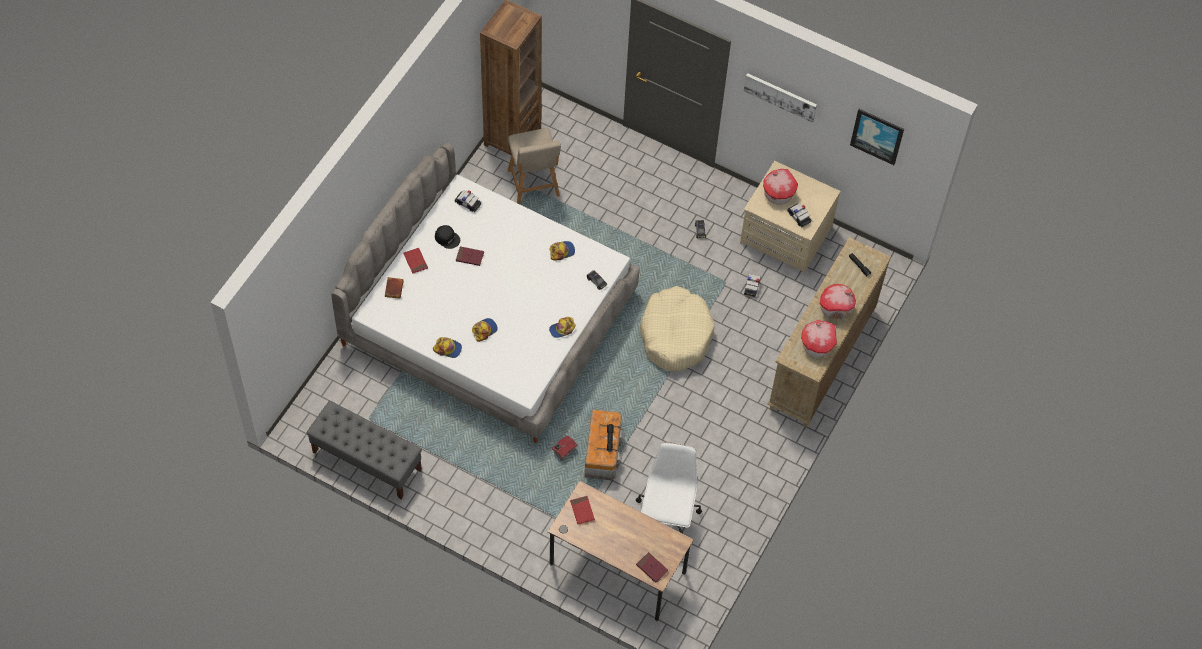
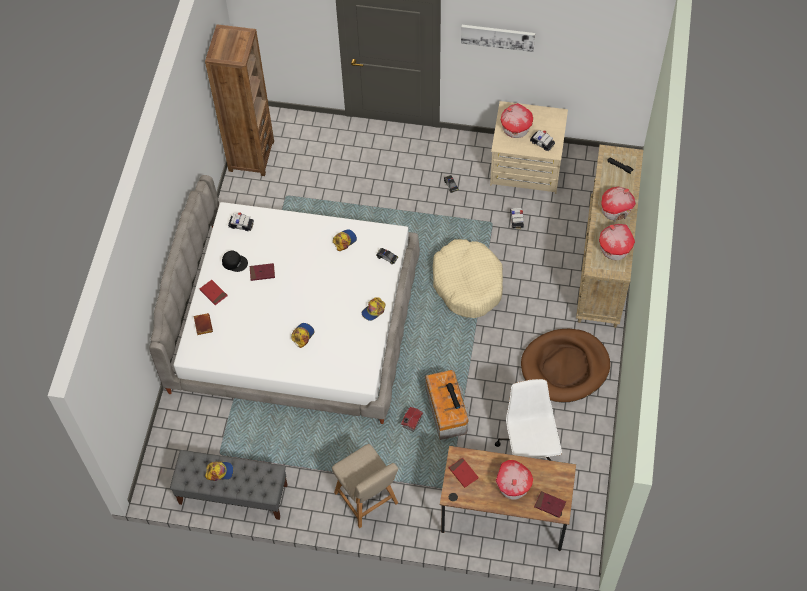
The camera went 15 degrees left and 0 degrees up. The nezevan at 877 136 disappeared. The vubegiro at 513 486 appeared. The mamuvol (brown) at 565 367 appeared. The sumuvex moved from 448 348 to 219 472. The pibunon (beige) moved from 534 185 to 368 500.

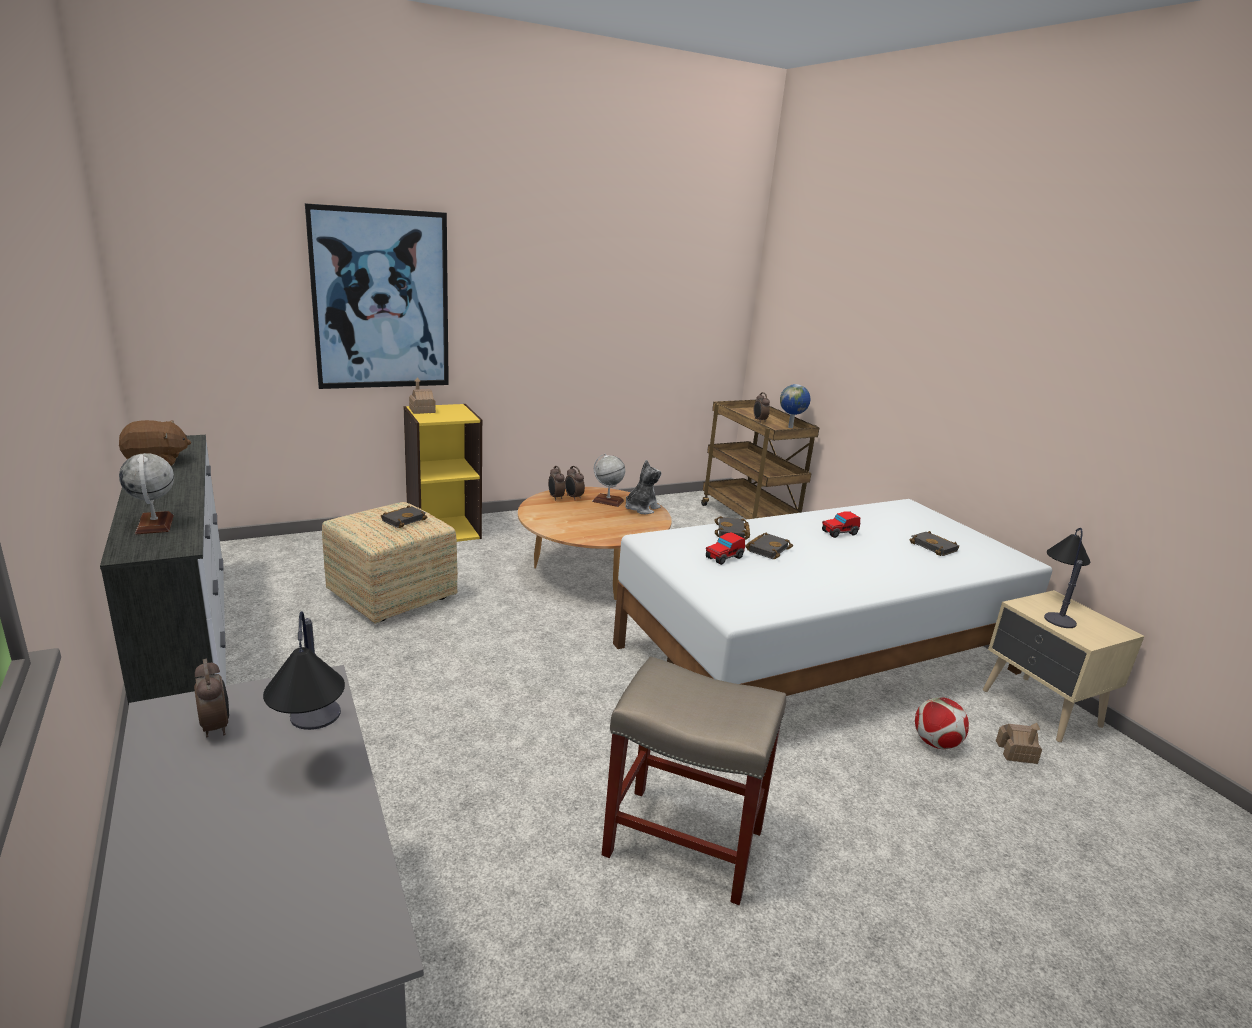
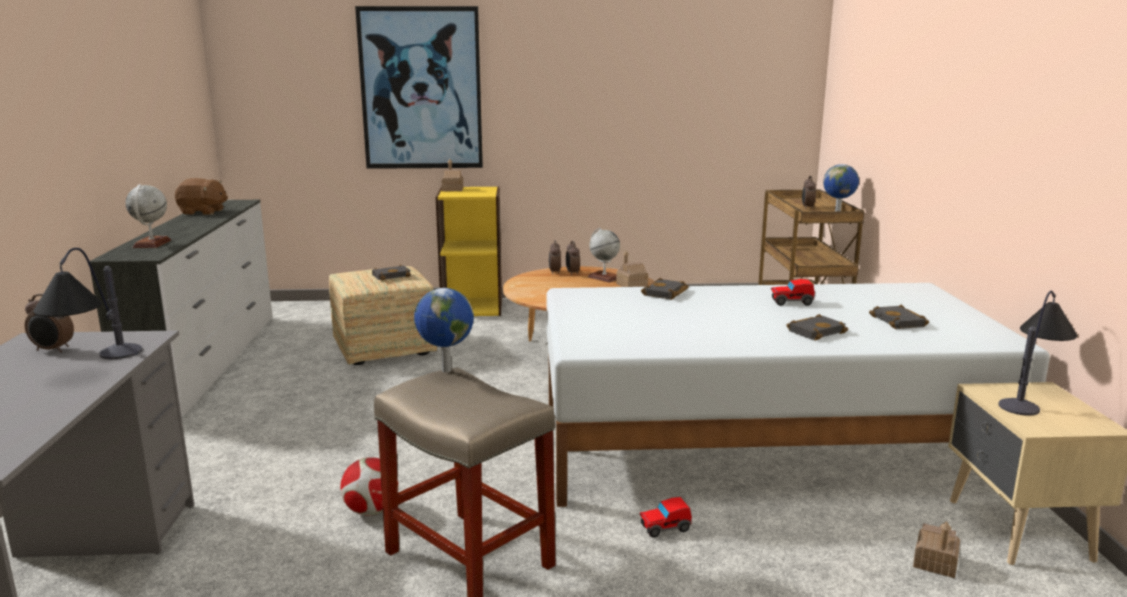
The camera went 25 degrees right and 5 degrees down. The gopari at 445 370 appeared. The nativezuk moved from 723 558 to 664 528. The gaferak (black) moved from 767 549 to 815 331. The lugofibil moved from 936 743 to 371 511. The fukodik at 641 508 was replaced by the vubegiro at 631 285. The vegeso at 216 727 turned 105 degrees clockwise.

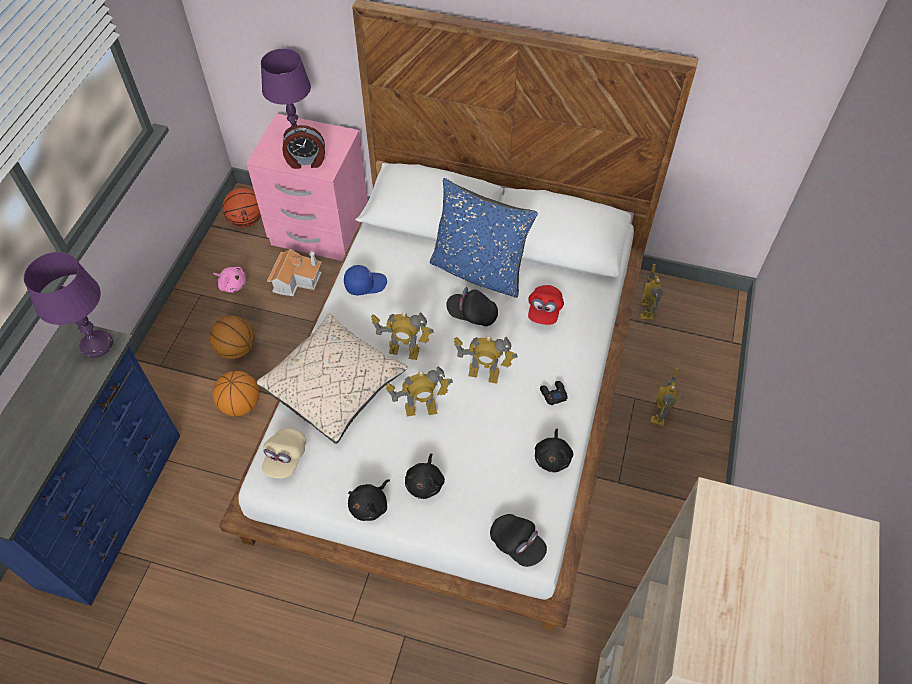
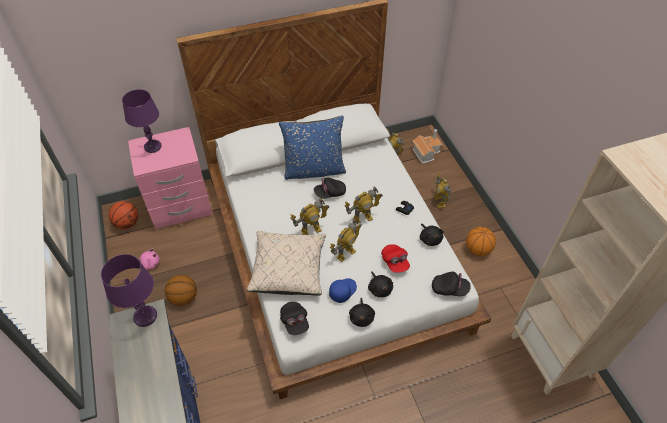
The camera went 35 degrees left and 5 degrees down. The vegeso at 306 161 disappeared. The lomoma moved from 240 404 to 477 249. The vubegiro moved from 297 279 to 426 152. The sumuvex (blue) moved from 365 284 to 342 291. The sumuvex (red) moved from 544 311 to 395 262. The sumuvex (beige) at 285 458 became the sumuvex (black) at 295 322.

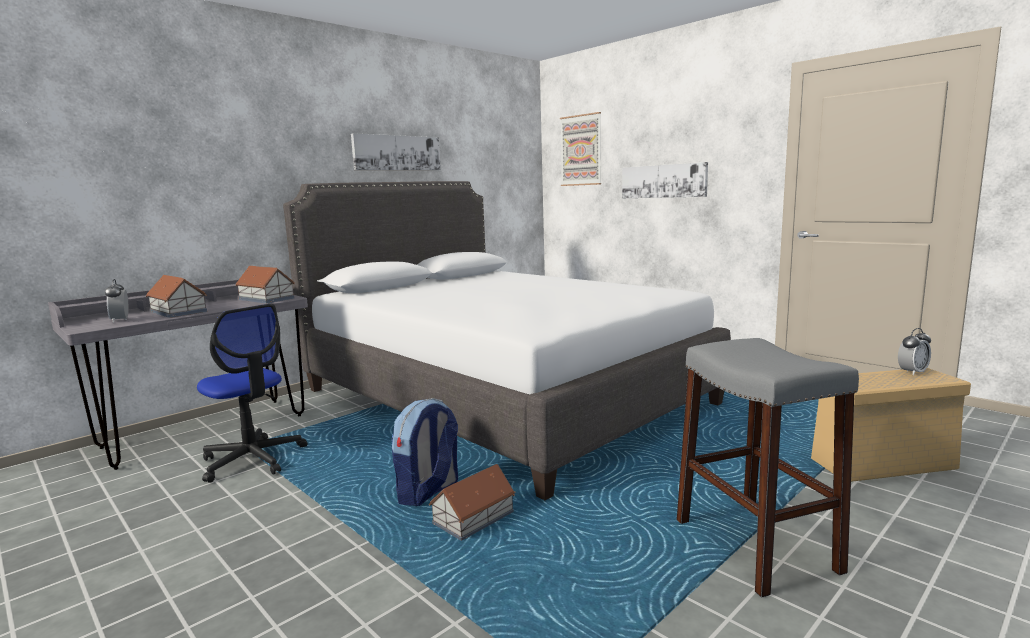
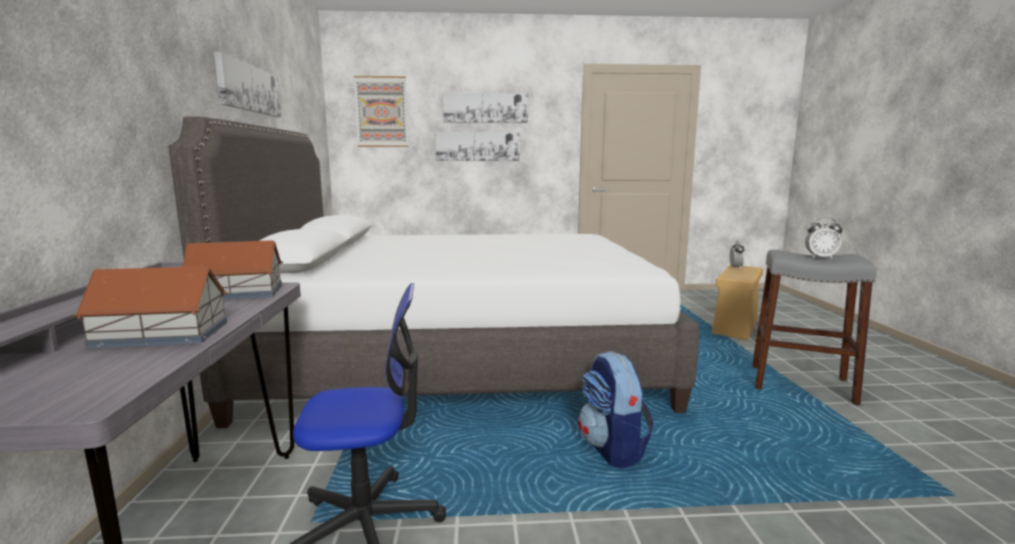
The camera went 50 degrees left and 0 degrees up. The vubegiro at 472 519 disappeared. The nezevan at 485 108 appeared. The vegeso moved from 120 320 to 820 257.

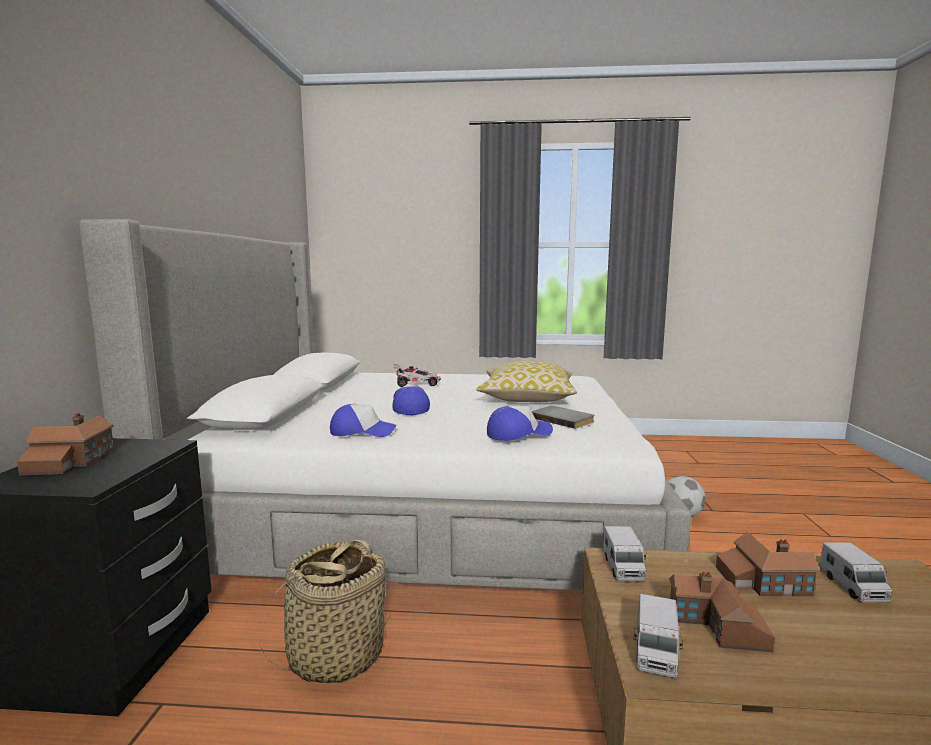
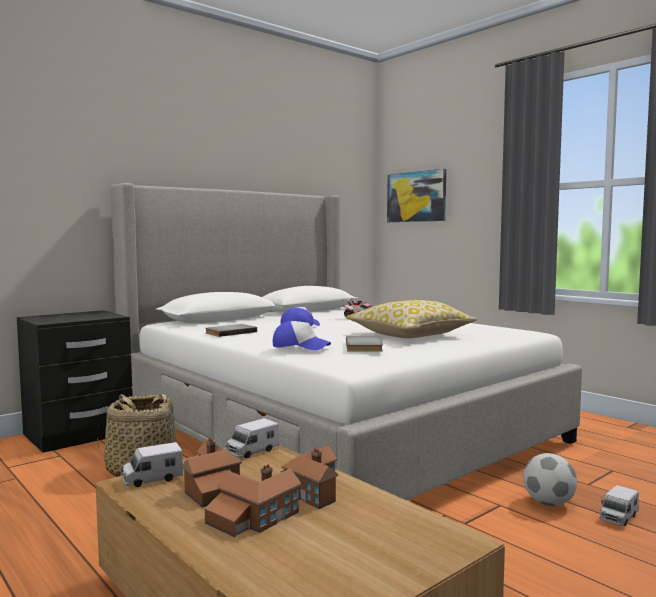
The camera went 45 degrees right and 5 degrees down. The nezevan at 416 197 appeared. The vubegiro moved from 70 461 to 253 518. The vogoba moved from 853 587 to 618 517. The sumuvex at 362 432 was replaced by the gaferak (grey) at 230 332.

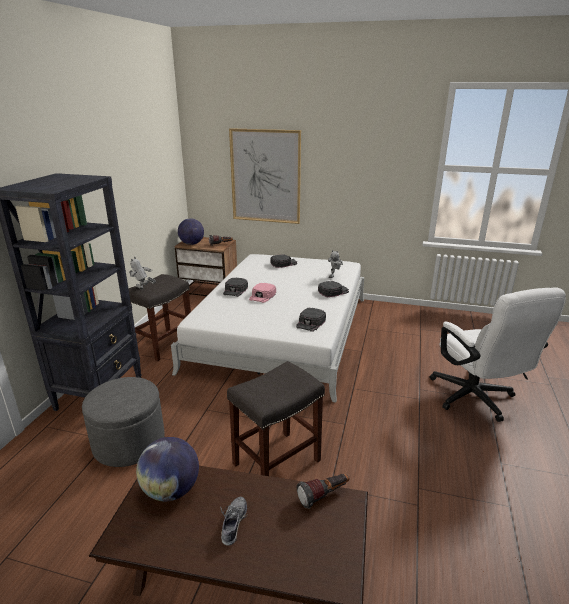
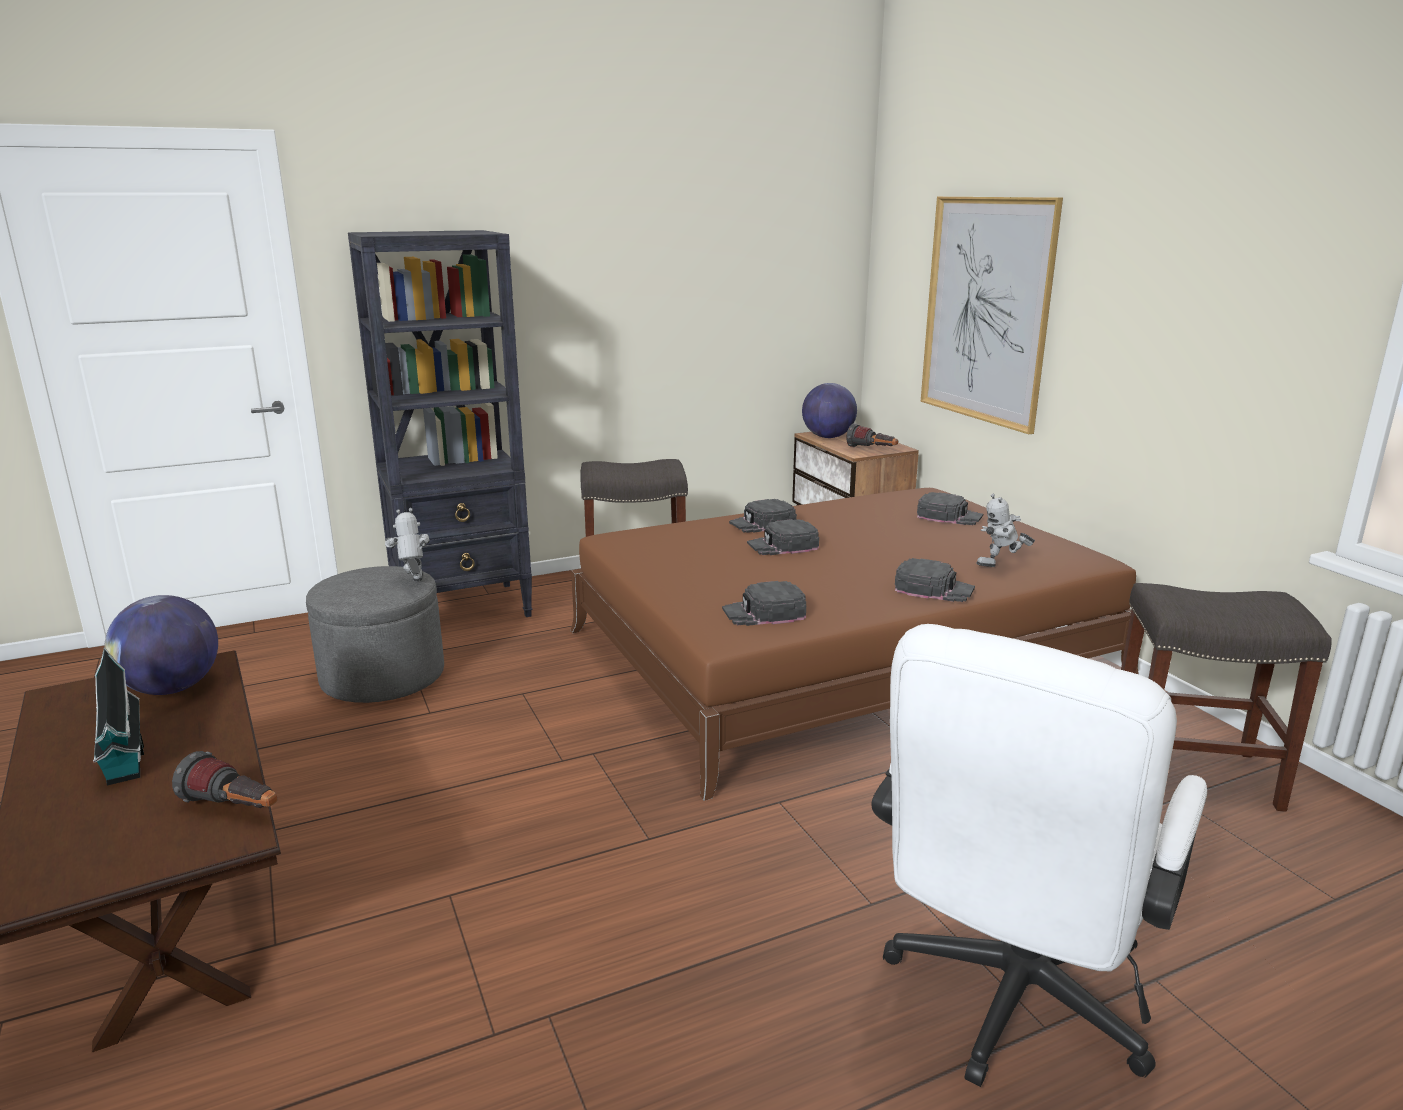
The camera went 50 degrees right and 5 degrees down. The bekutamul moved from 143 290 to 414 584. The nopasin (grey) moved from 277 461 to 1194 773. The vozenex at 233 523 was replaced by the vubegiro at 124 757. The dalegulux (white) at 281 332 became the dalegulux (brown) at 839 655. The sumuvex (pink) at 262 296 became the sumuvex (black) at 783 545.

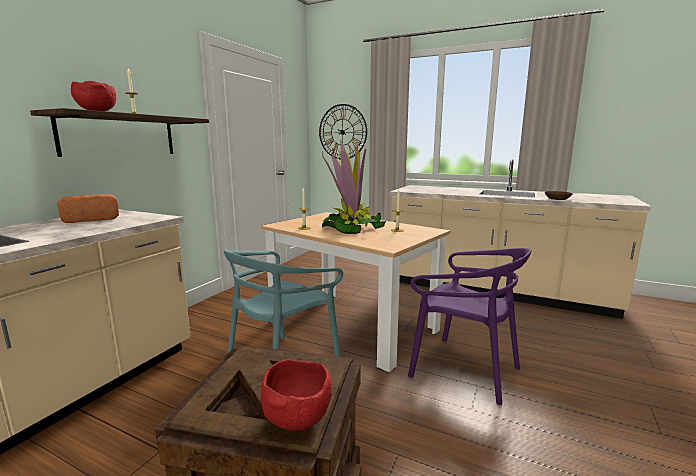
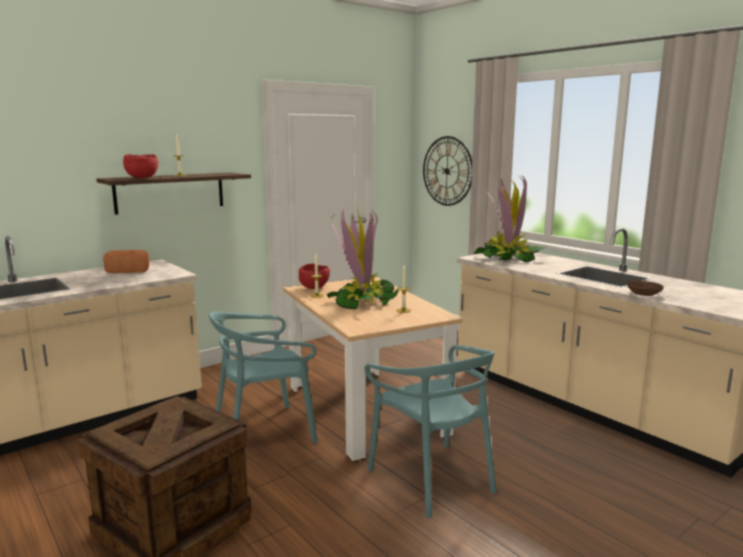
The camera went 25 degrees right and 0 degrees up. The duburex at 507 257 appeared. The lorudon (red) moved from 297 418 to 314 288. The pibunon (purple) at 464 369 became the pibunon (turquoise) at 432 478.

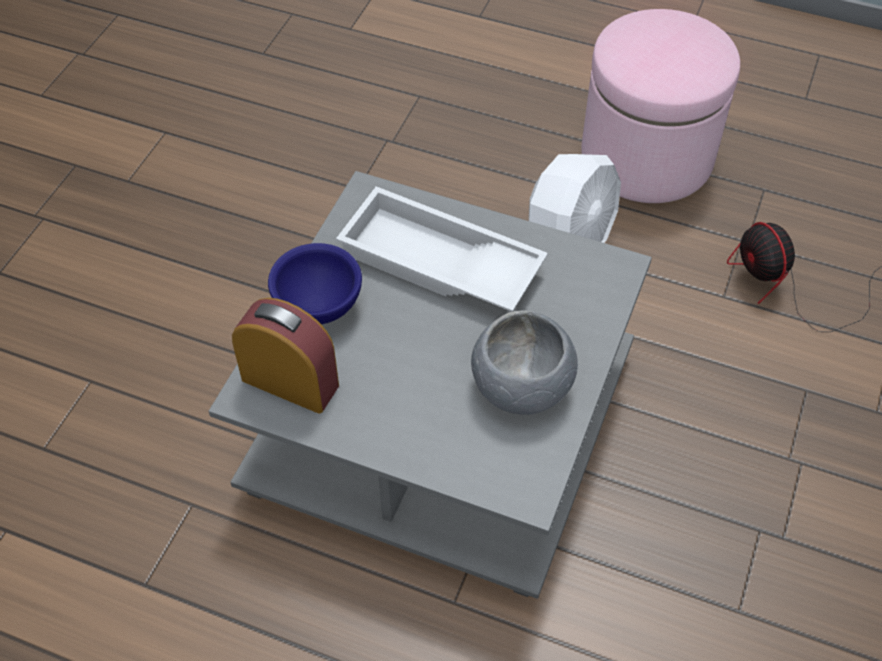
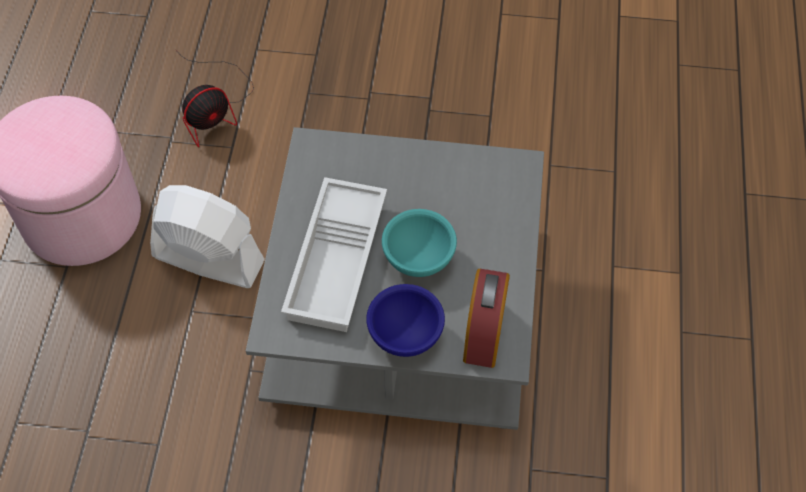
The camera went 105 degrees left and 5 degrees up. The lorudon (grey) at 522 386 disappeared. The lorudon (turquoise) at 419 258 appeared.

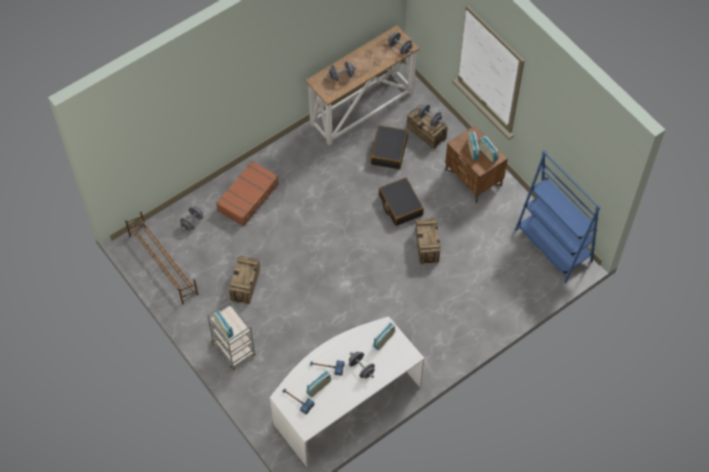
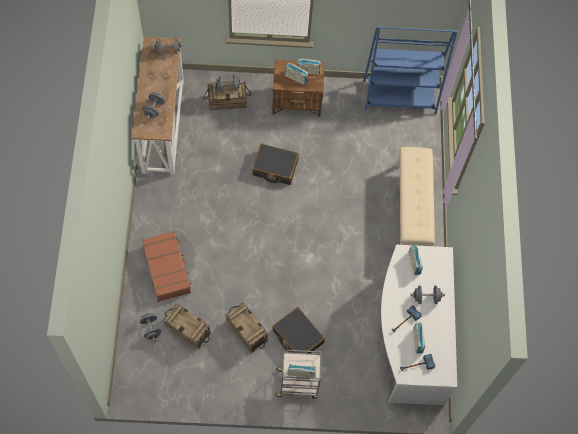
The camera went 55 degrees left and 5 degrees up. The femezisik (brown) at 163 264 disappeared. The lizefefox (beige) at 412 210 appeared. The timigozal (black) moved from 388 151 to 297 337. The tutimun moved from 427 246 to 188 330.

